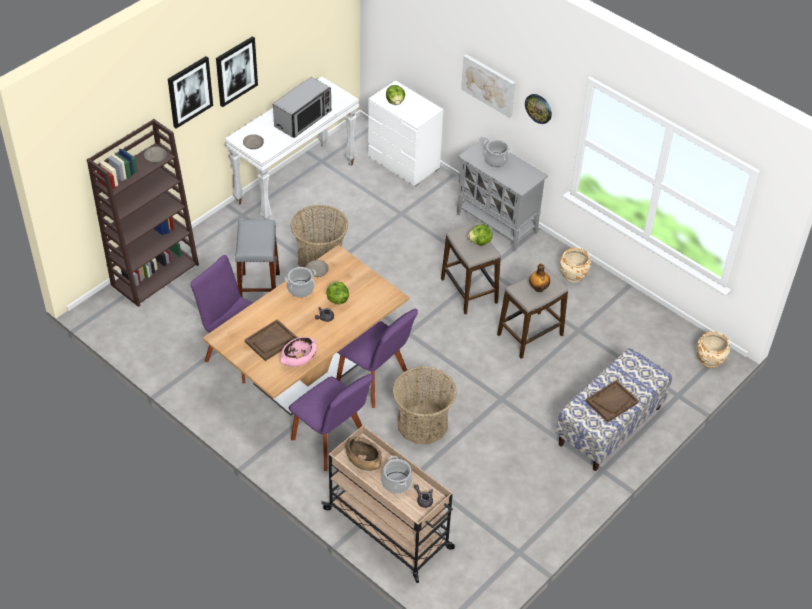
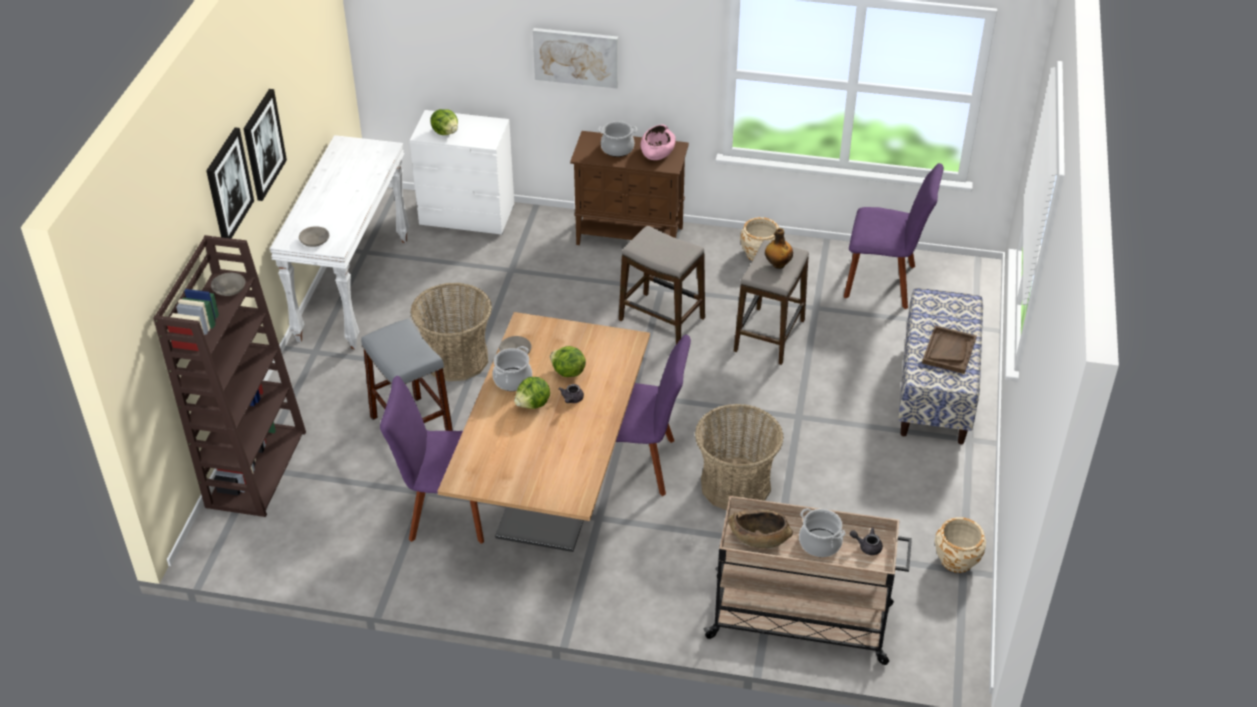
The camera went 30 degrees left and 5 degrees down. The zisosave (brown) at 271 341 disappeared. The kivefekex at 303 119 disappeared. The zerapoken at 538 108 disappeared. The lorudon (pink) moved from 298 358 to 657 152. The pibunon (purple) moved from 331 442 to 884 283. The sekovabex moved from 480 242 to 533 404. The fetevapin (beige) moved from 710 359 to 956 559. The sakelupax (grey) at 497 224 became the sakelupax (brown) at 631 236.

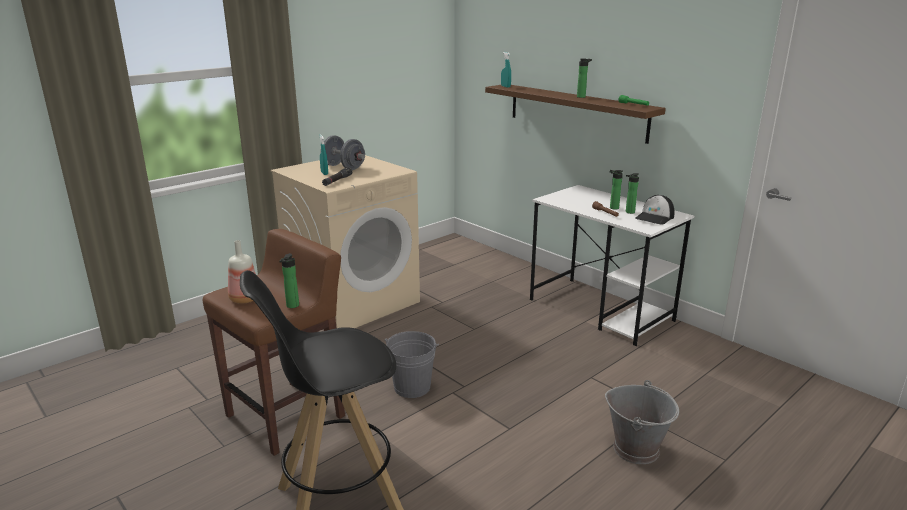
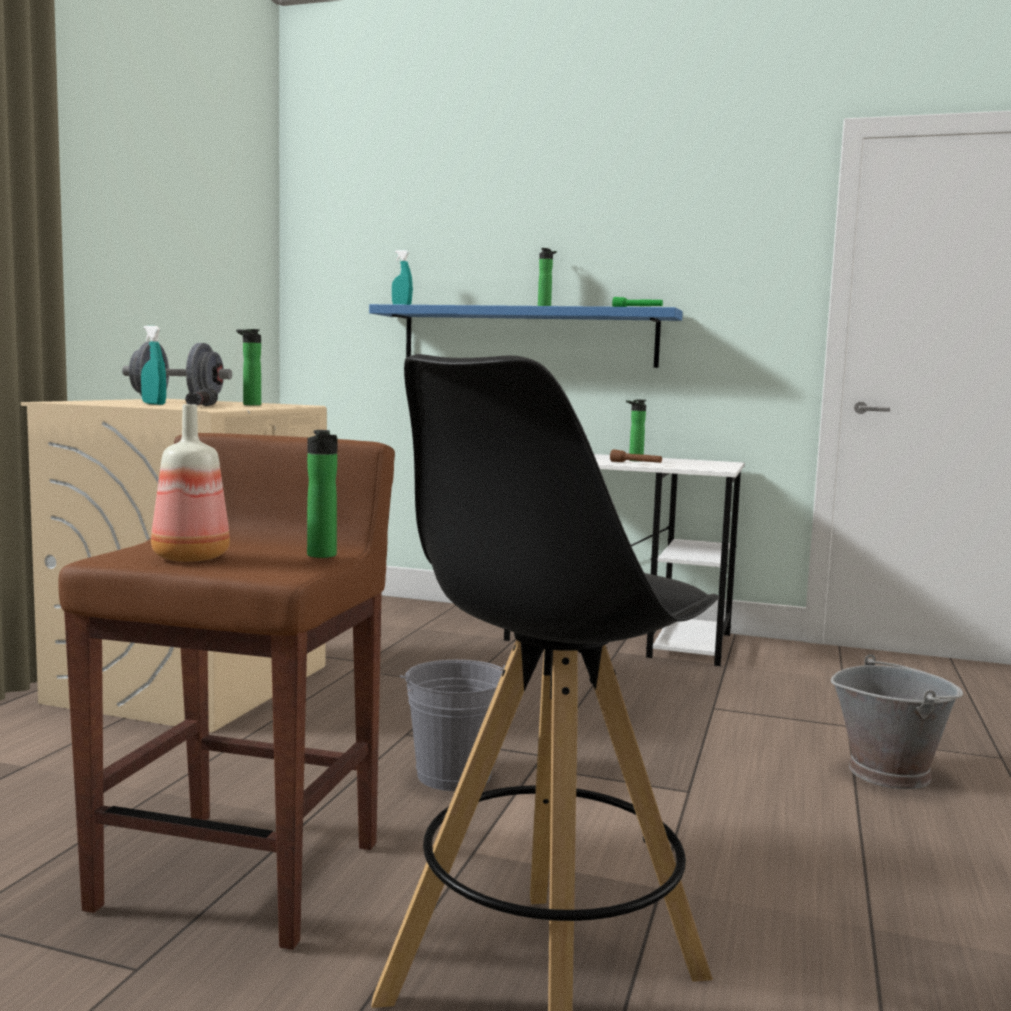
The camera went 30 degrees left and 15 degrees down. The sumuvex at 655 217 disappeared. The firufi moved from 628 212 to 250 405. The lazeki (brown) at 576 112 became the lazeki (blue) at 528 336.

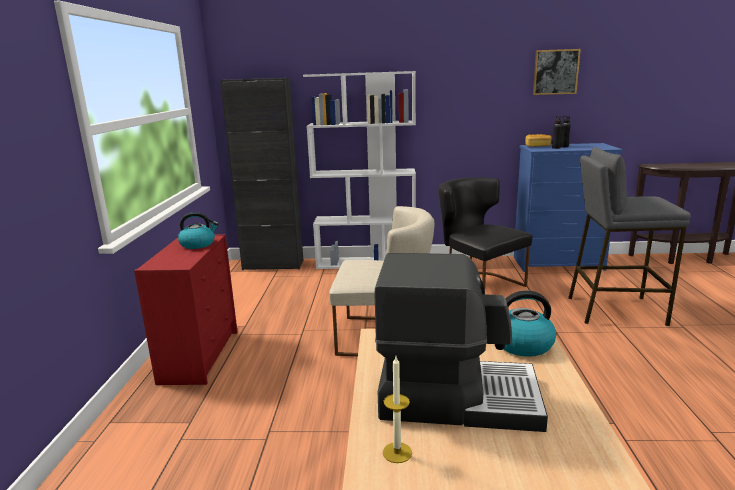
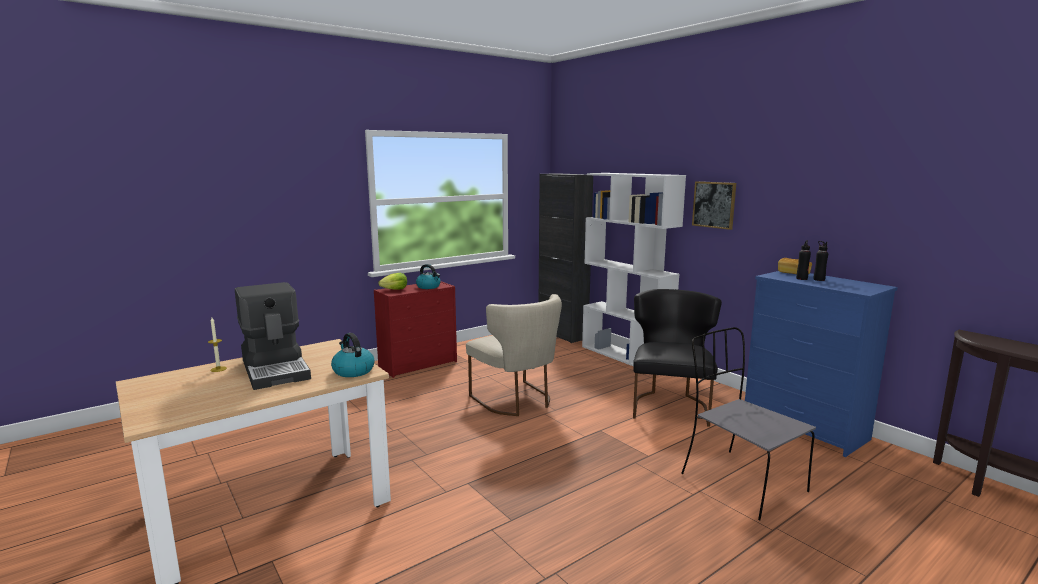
The camera went 50 degrees right and 5 degrees down. The sekovabex at 394 290 appeared. The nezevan moved from 555 72 to 714 204. The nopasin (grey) at 614 310 was replaced by the pibunon (grey) at 740 481.

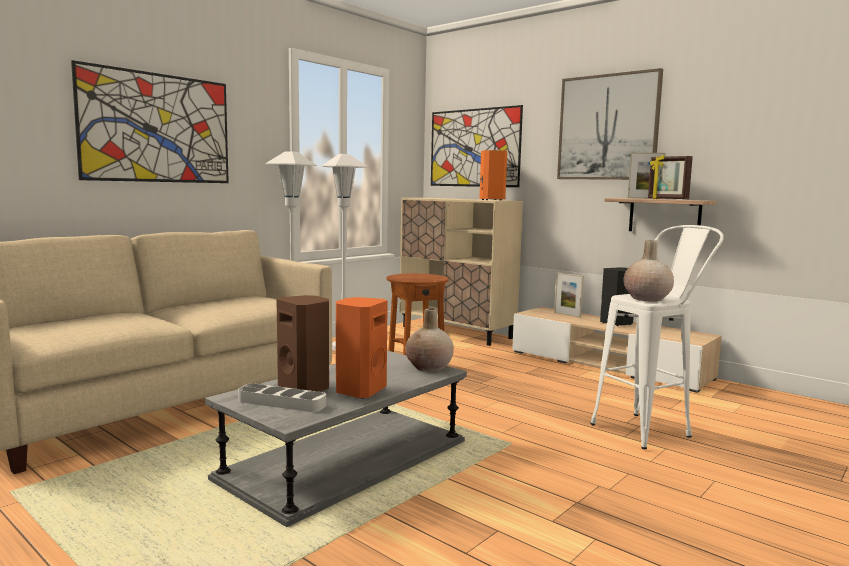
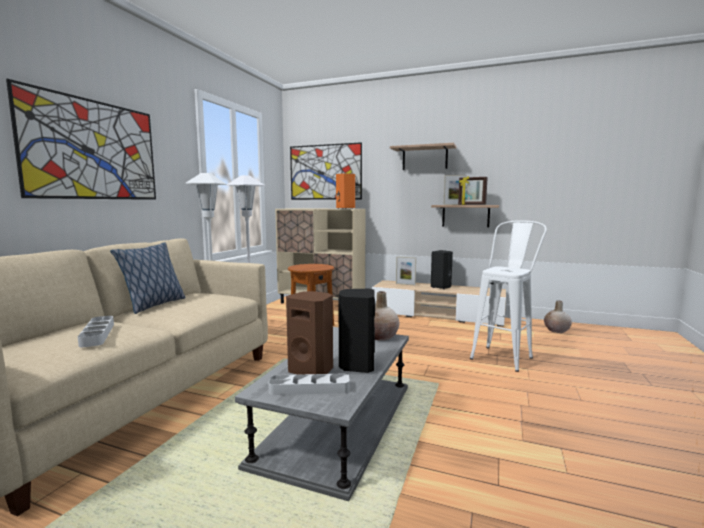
The camera went 20 degrees left and 0 degrees up. The zisosave (grey) at 97 334 appeared. The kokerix at 154 305 appeared. The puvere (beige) moved from 647 299 to 556 330. The nezevan at 607 127 was replaced by the lazeki at 424 158. The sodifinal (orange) at 359 390 became the sodifinal (black) at 356 365.

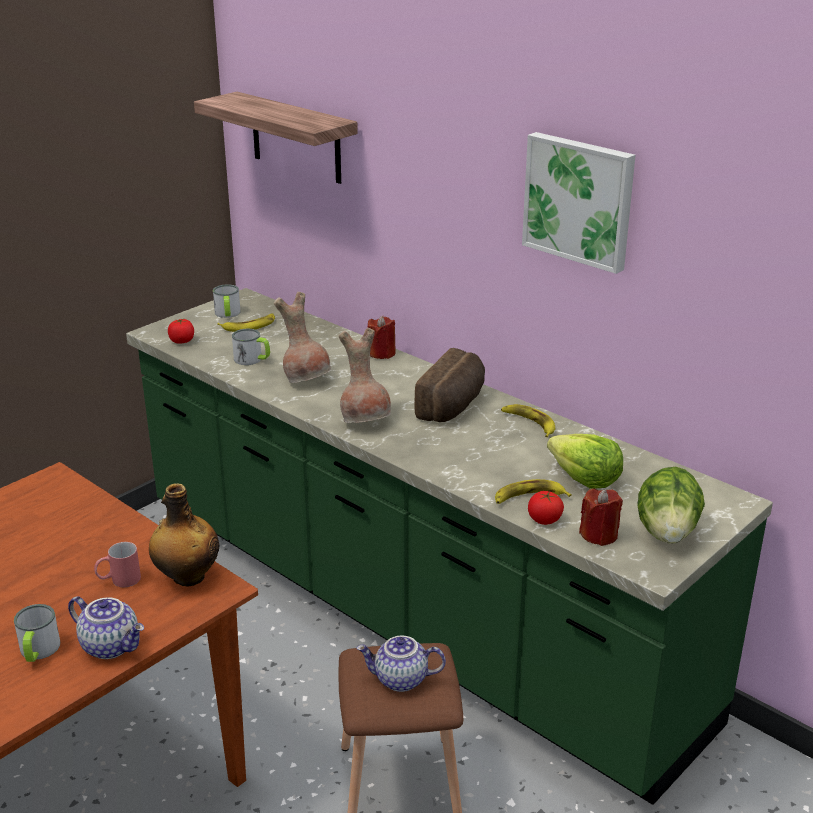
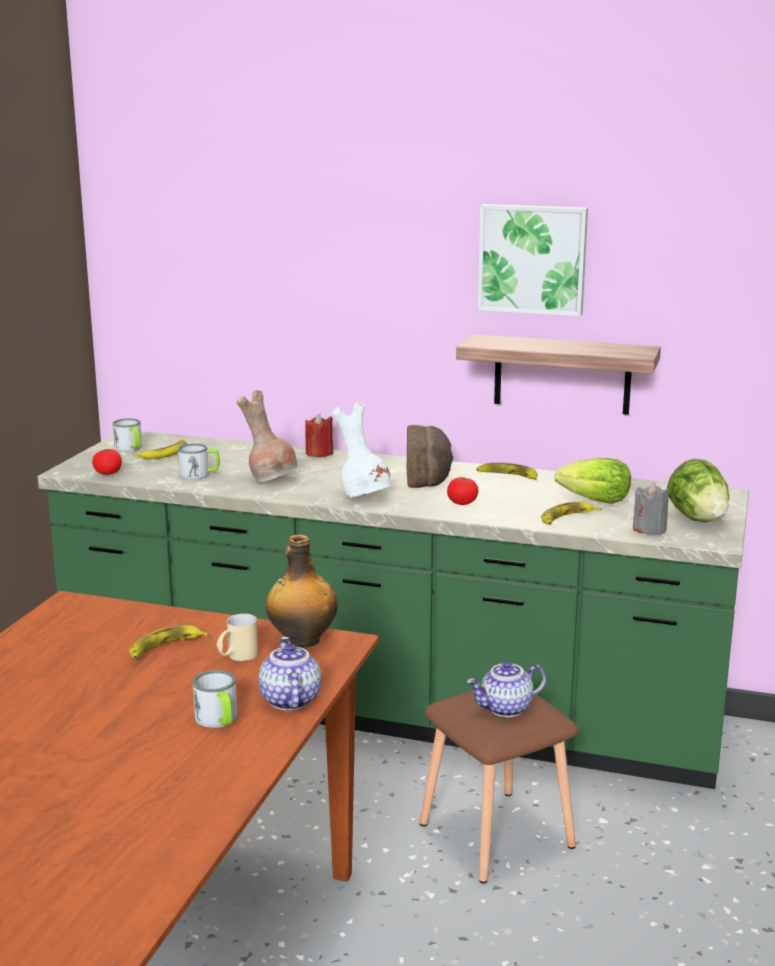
The camera went 25 degrees left and 10 degrees down. The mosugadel at 164 647 appeared. The lazeki moved from 296 138 to 562 374. The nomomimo moved from 544 519 to 462 502. The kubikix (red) at 119 581 became the kubikix (beige) at 237 657. The puvere (brown) at 366 421 became the puvere (white) at 364 496. The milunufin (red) at 599 535 became the milunufin (grey) at 649 529. The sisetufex at 112 645 turned 105 degrees counterclockwise.

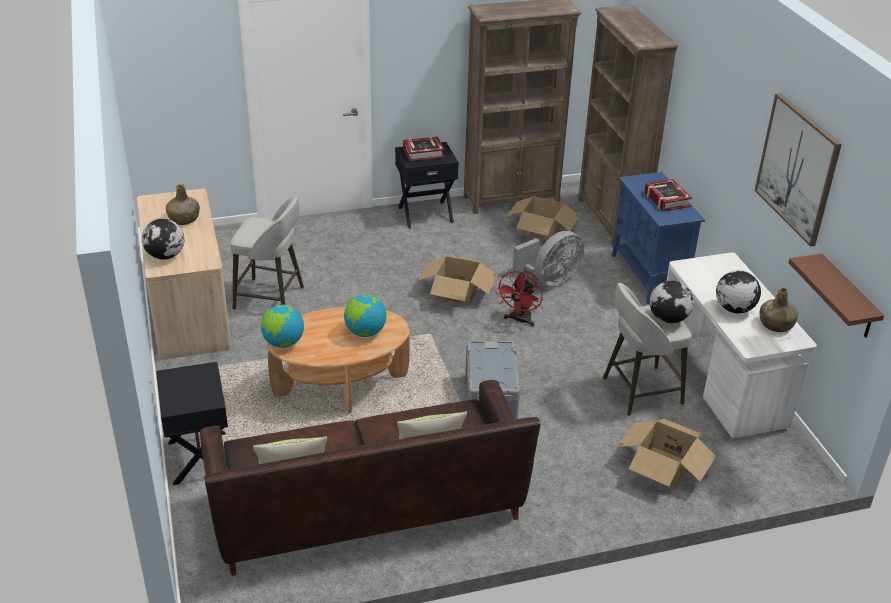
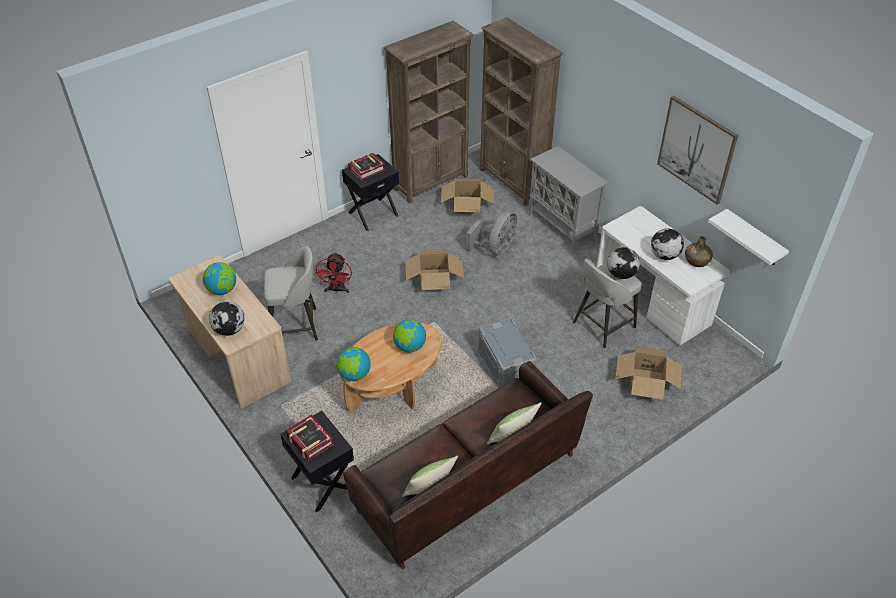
The camera went 20 degrees left and 10 degrees up. The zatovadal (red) moved from 519 320 to 336 290. The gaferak moved from 666 199 to 310 441. The firufi (green) at 184 219 was replaced by the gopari at 222 290. The sakelupax (blue) at 648 277 became the sakelupax (grey) at 563 226. The lazeki (brown) at 847 298 became the lazeki (white) at 754 239.

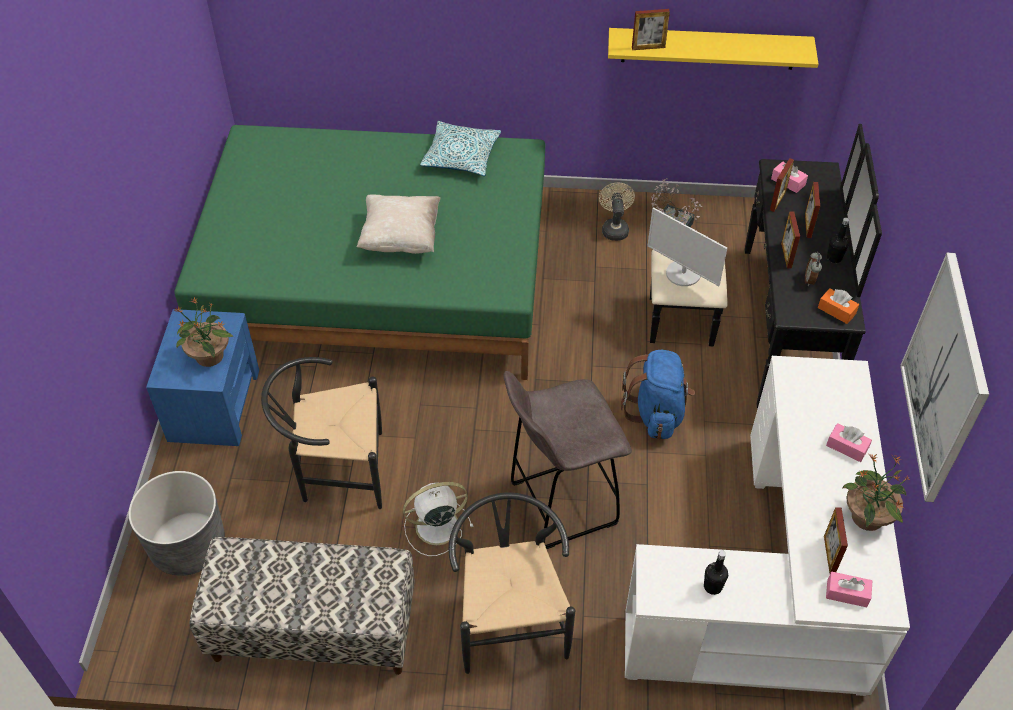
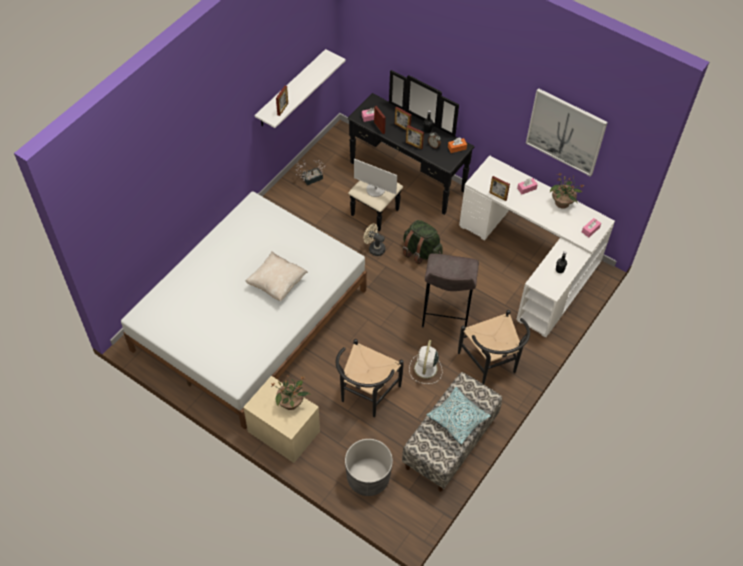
The camera went 60 degrees left and 5 degrees up. The kokerix moved from 461 156 to 457 418. The zatovadal (beige) moved from 614 228 to 374 248. The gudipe moved from 829 554 to 498 196. The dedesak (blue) at 214 404 became the dedesak (beige) at 283 431. The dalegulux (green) at 377 277 became the dalegulux (white) at 250 319. The lazeki (yellow) at 708 48 became the lazeki (white) at 291 89. The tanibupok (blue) at 656 413 became the tanibupok (green) at 421 252. The pibunon (black) at 509 619 turned 135 degrees counterclockwise. The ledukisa at 683 274 turned 45 degrees clockwise.

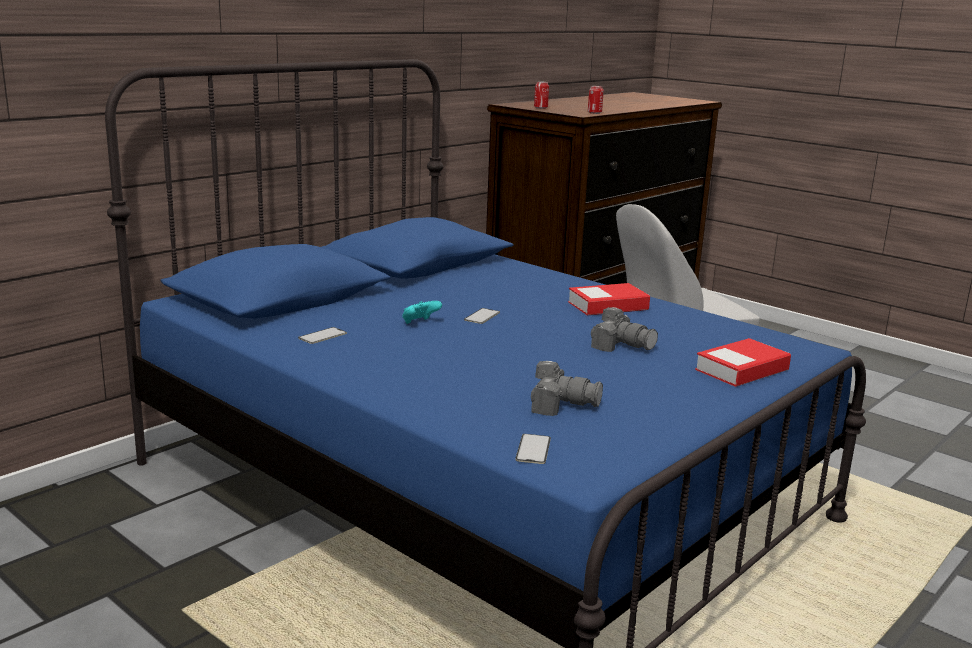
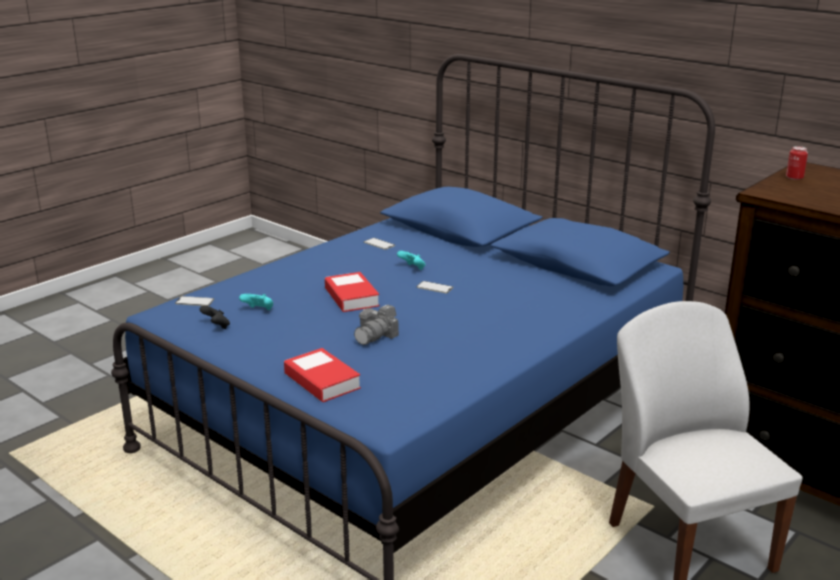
The camera went 90 degrees right and 5 degrees up. The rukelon at 594 113 disappeared. The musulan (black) at 216 326 appeared. The gaferak moved from 608 306 to 351 297. The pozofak at 561 404 was replaced by the musulan (turquoise) at 258 310.

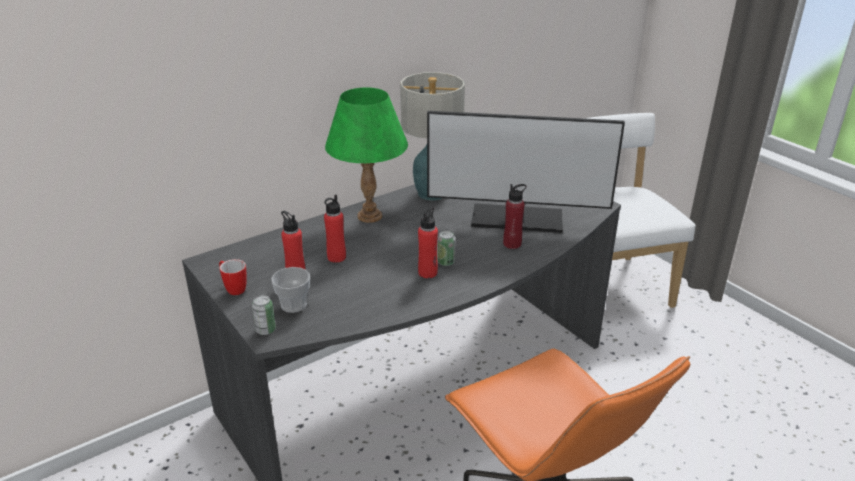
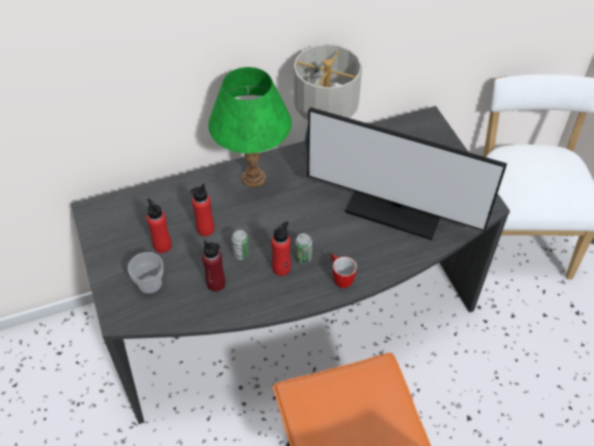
The camera went 15 degrees right and 20 degrees up. The kubikix moved from 233 288 to 340 278. The rukelon moved from 265 330 to 241 254. The firufi (red) moved from 512 244 to 216 283.

